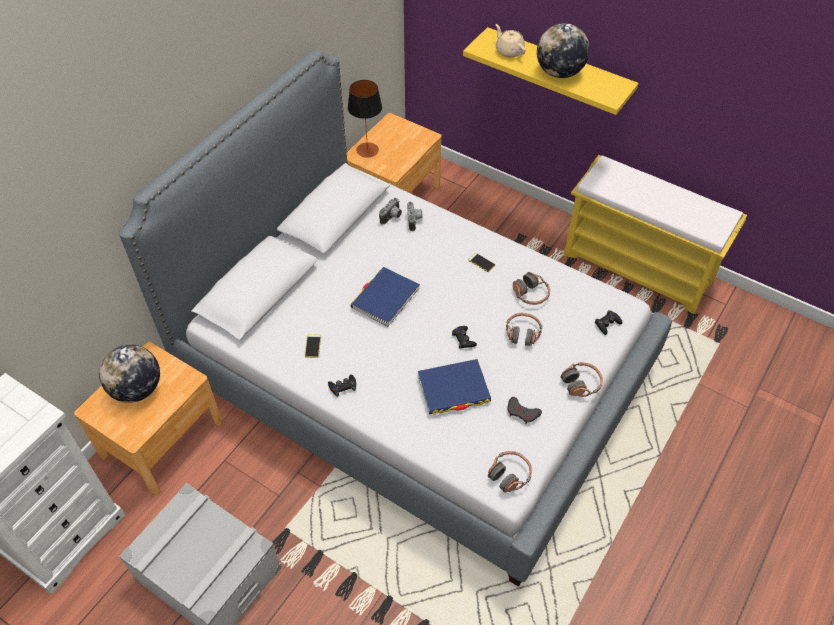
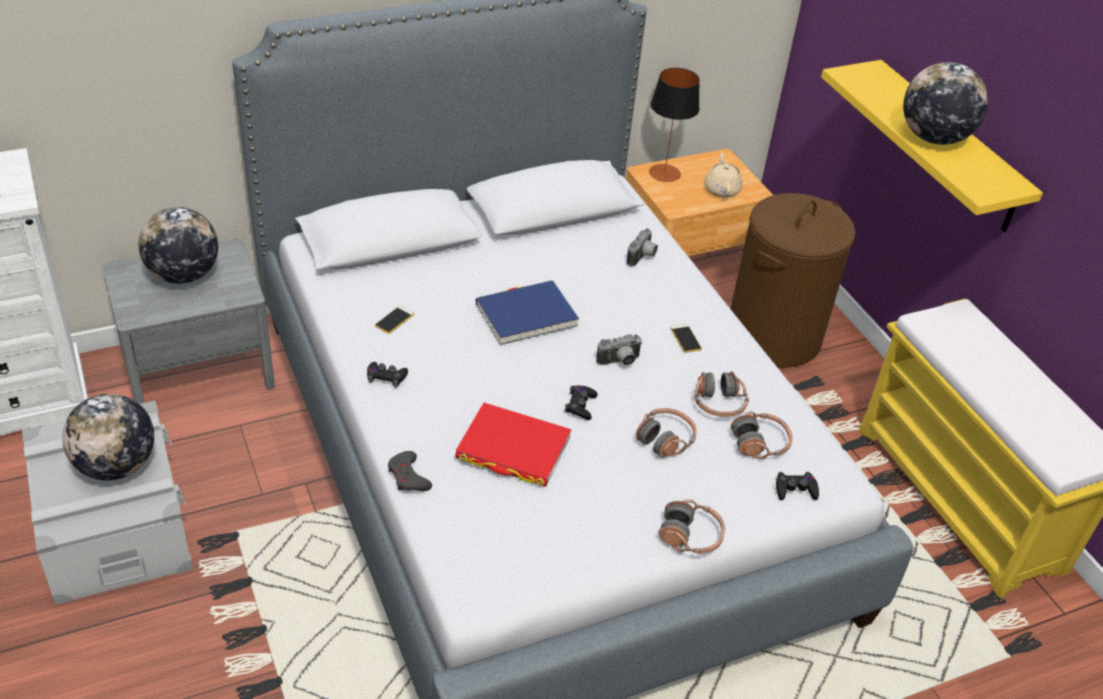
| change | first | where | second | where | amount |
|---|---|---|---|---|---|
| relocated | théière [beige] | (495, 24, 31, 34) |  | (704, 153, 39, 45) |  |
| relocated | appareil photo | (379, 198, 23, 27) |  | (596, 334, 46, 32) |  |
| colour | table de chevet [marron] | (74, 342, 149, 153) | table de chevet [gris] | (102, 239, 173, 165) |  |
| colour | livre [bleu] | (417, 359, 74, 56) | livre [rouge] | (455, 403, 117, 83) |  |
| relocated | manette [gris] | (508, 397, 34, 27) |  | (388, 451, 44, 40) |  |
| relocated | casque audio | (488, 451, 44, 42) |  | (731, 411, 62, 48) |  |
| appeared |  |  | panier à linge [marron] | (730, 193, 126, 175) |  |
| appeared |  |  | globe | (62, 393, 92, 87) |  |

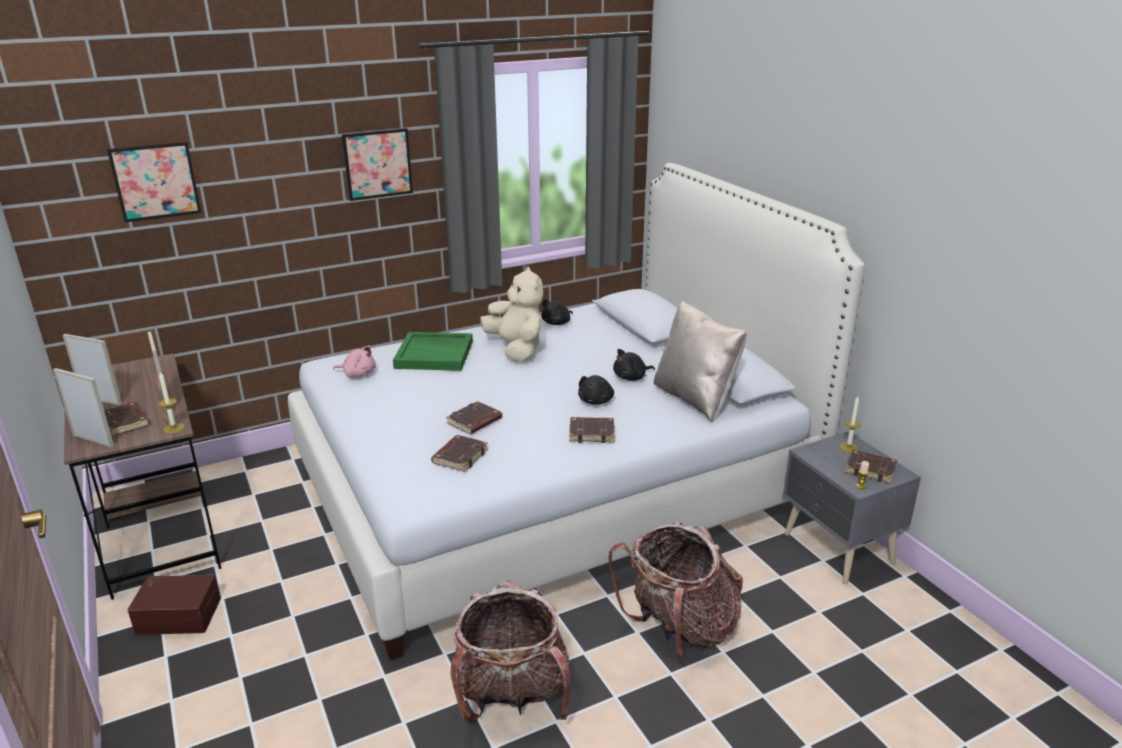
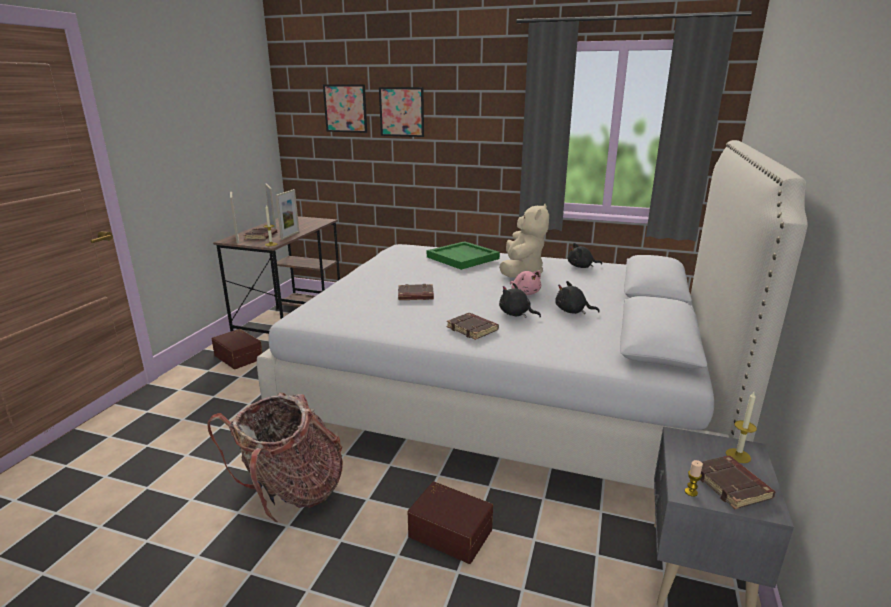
| change | first | where | second | where | amount |
|---|---|---|---|---|---|
| relocated | tableau | (342, 128, 71, 73) |  | (379, 87, 45, 50) |  |
| missing | coussin [beige] | (653, 300, 94, 122) |  |  |  |
| relocated | peluche [rose] | (333, 345, 43, 32) |  | (510, 270, 31, 25) |  |
| spun | peluche [noir] | (578, 375, 36, 29) |  | (499, 283, 42, 35) | 60 degrees clockwise |
| missing | livre [marron] | (431, 435, 57, 37) |  |  |  |
| exchanged | sac à dos | (608, 521, 135, 142) | boîte de rangement [marron] | (408, 481, 85, 83) |  |

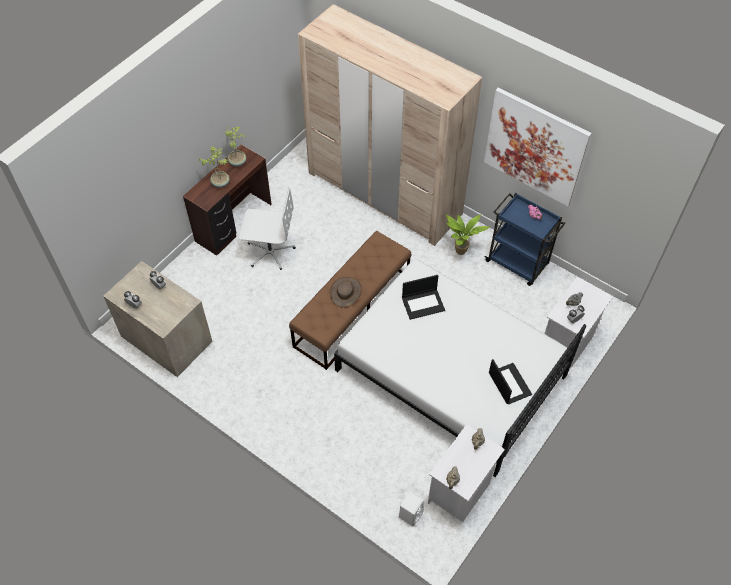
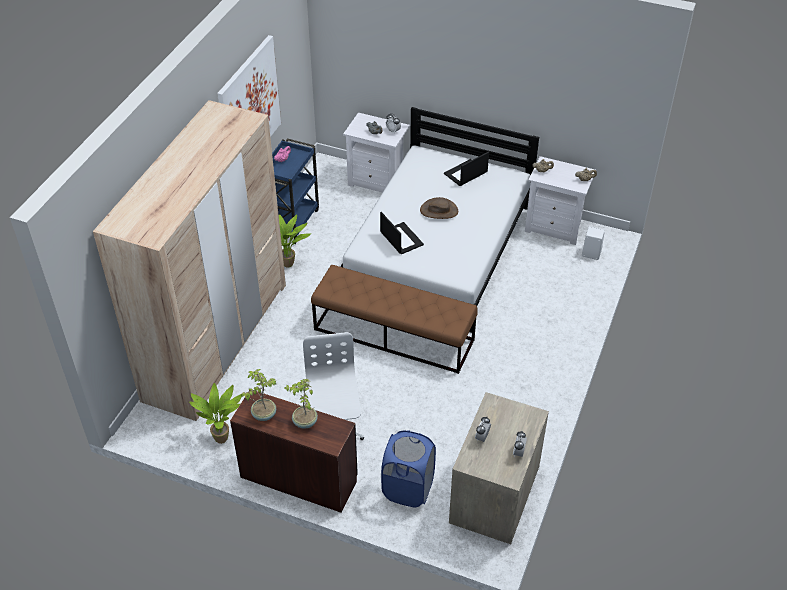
| change | first | where | second | where | amount |
|---|---|---|---|---|---|
| relocated | chapeau [marron] | (330, 277, 32, 31) |  | (420, 197, 38, 22) |  |
| appeared |  |  | plante en pot | (189, 383, 53, 61) |  |
| appeared |  |  | panier à linge [bleu] | (381, 430, 55, 77) |  |

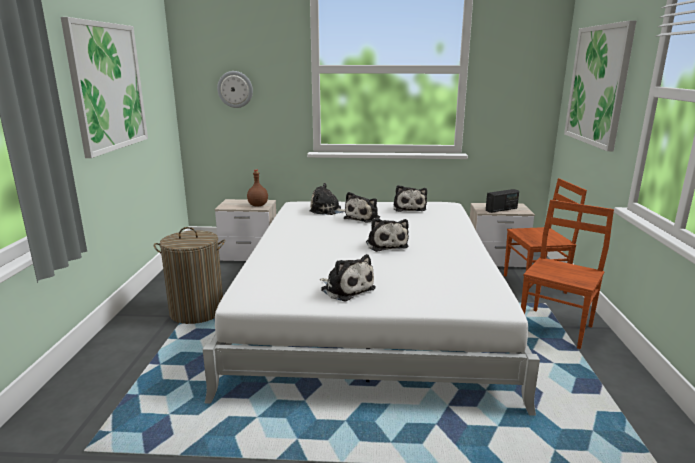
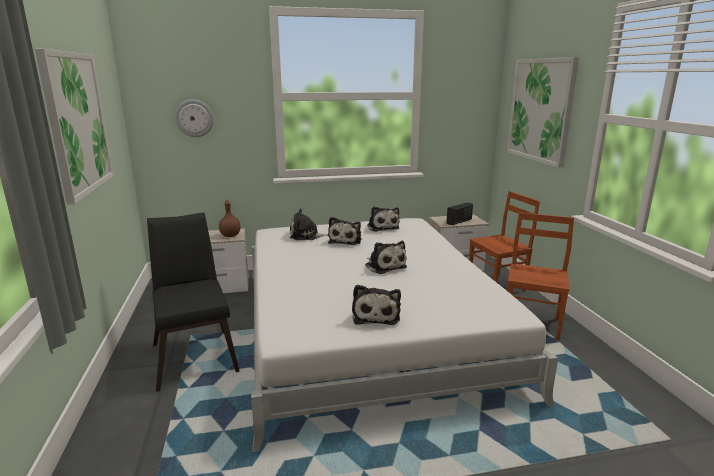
| change | first | where | second | where | amount |
|---|---|---|---|---|---|
| exchanged | panier à linge | (154, 227, 71, 97) | chaise [noir] | (147, 212, 93, 180) |  |
| spun | peluche | (320, 254, 56, 48) |  | (352, 285, 49, 40) | 60 degrees clockwise |

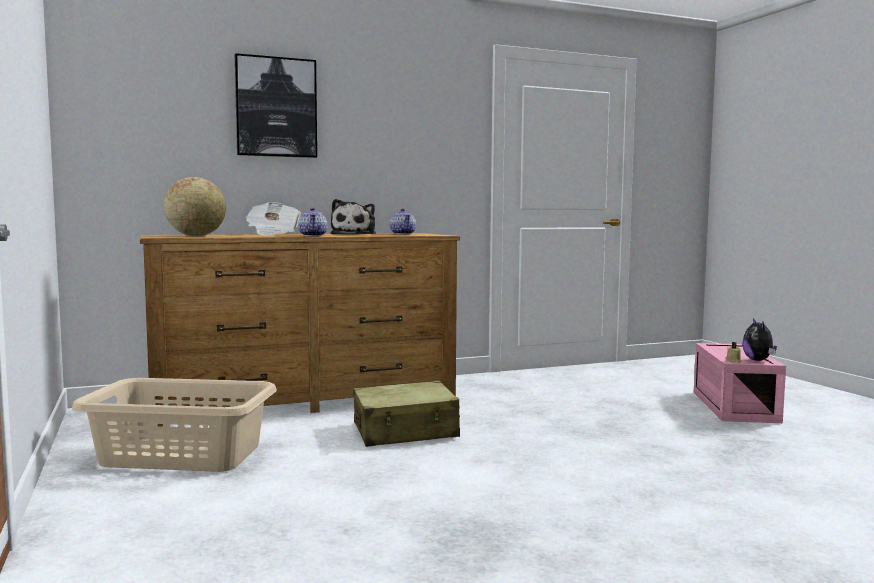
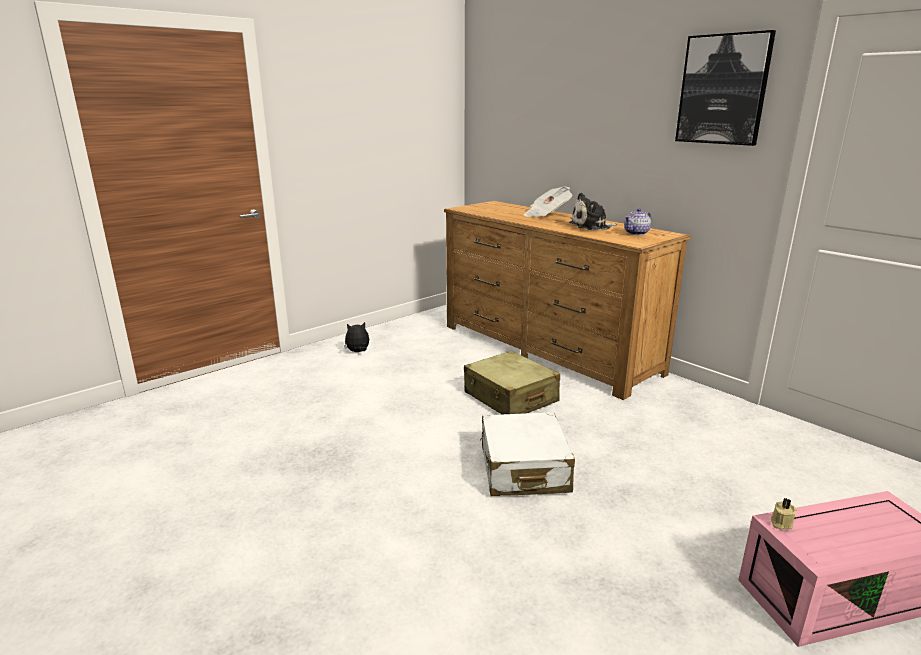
| change | first | where | second | where | amount |
|---|---|---|---|---|---|
| relocated | tableau | (235, 53, 82, 105) |  | (675, 30, 101, 116) |  |
| missing | globe | (164, 177, 62, 59) |  |  |  |
| missing | théière | (298, 208, 29, 28) |  |  |  |
| relocated | peluche | (742, 318, 35, 43) |  | (344, 322, 25, 30) |  |
| missing | panier à linge [beige] | (72, 378, 205, 94) |  |  |  |
| appeared |  |  | valise [blanc] | (480, 412, 95, 84) |  |

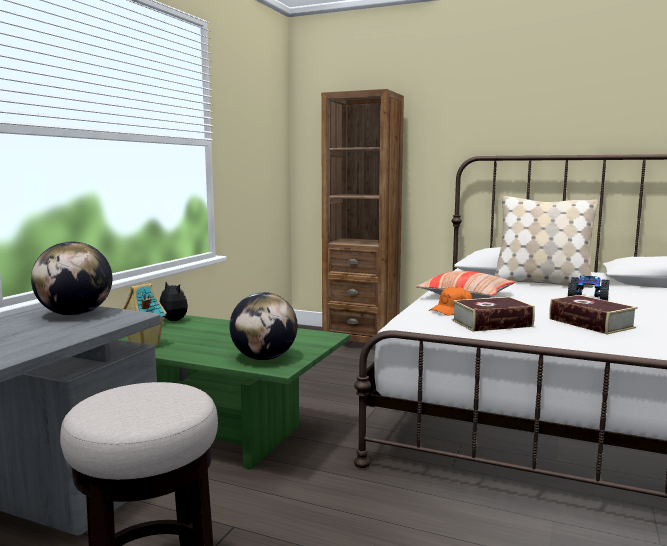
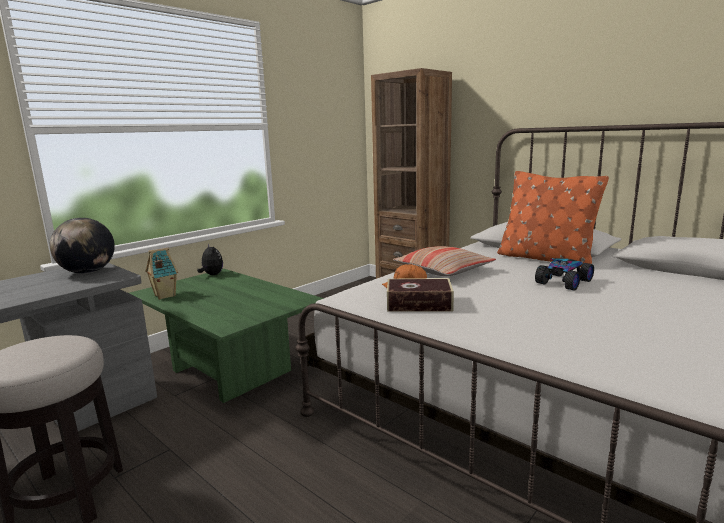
| change | first | where | second | where | amount |
|---|---|---|---|---|---|
| colour | coussin [beige] | (494, 196, 104, 92) | coussin [orange] | (497, 171, 112, 96) |  |
| missing | globe | (229, 292, 69, 68) |  |  |  |
| missing | livre | (549, 295, 89, 39) |  |  |  |

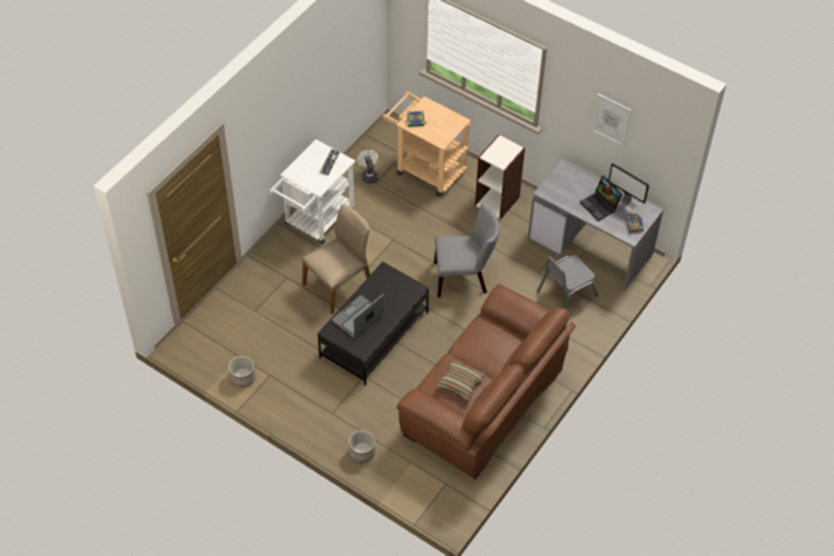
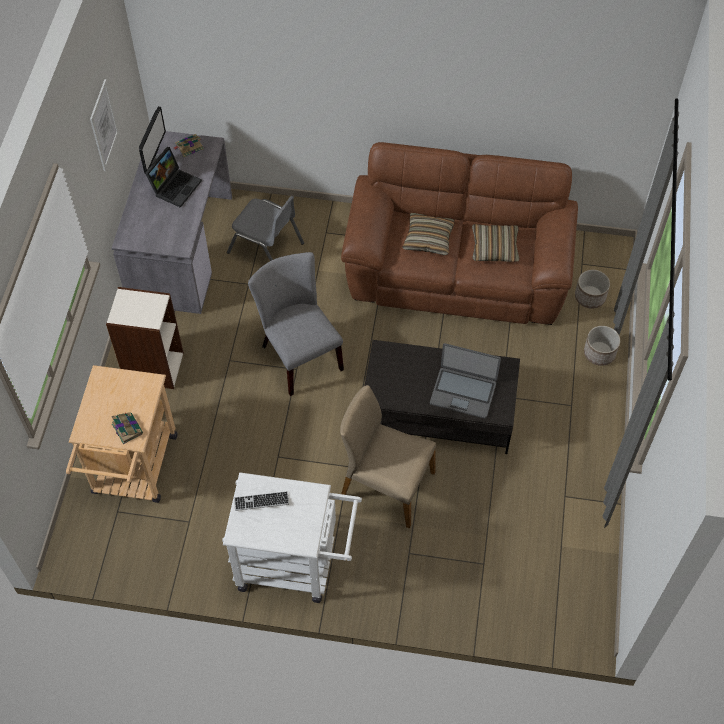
| change | first | where | second | where | amount |
|---|---|---|---|---|---|
| missing | ventilateur [blanc] | (357, 150, 21, 34) |  |  |  |
| relocated | cache-pot | (229, 356, 26, 31) |  | (575, 270, 35, 39) |  |
| appeared |  |  | coussin | (403, 213, 51, 42) |  |

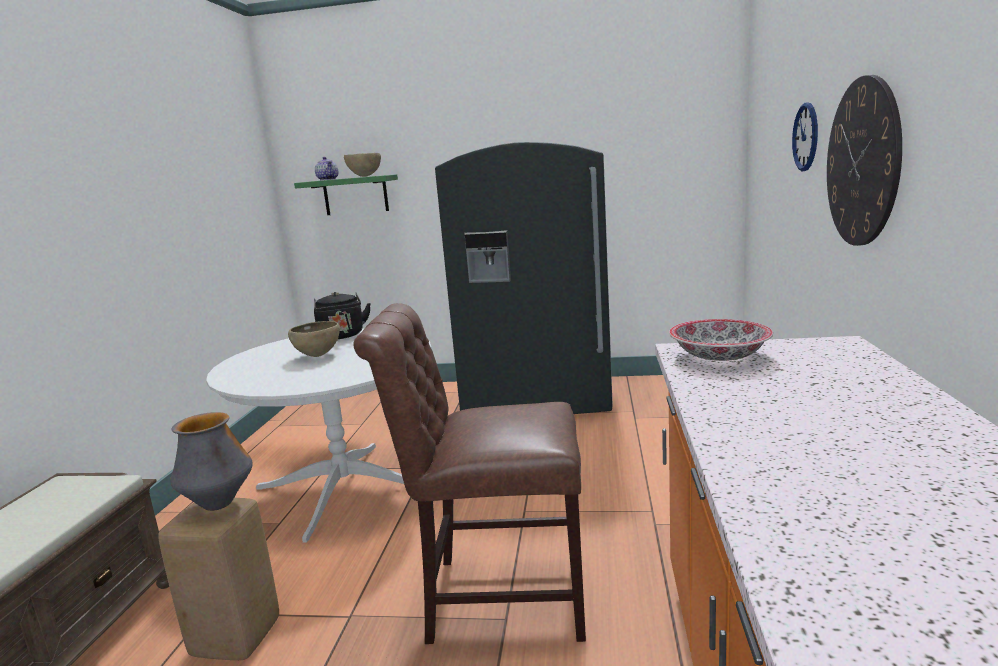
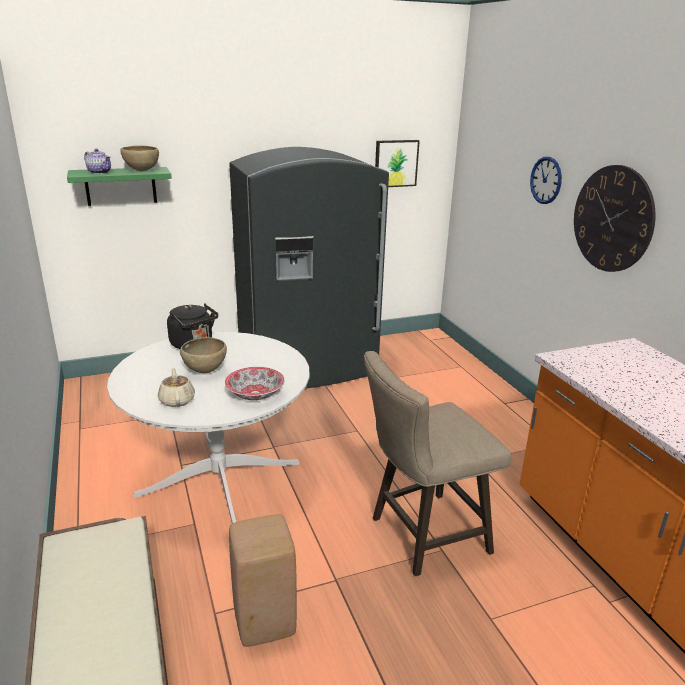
| change | first | where | second | where | amount |
|---|---|---|---|---|---|
| exchanged | chaise [marron] | (353, 303, 233, 341) | tabouret [beige] | (364, 351, 148, 225) |  |
| relocated | bol | (669, 319, 104, 42) |  | (225, 367, 60, 33) |  |
| missing | vase | (170, 412, 83, 99) |  |  |  |
| appeared |  |  | tableau | (375, 140, 45, 47) |  |
| appeared |  |  | théière [beige] | (158, 367, 37, 40) |  |

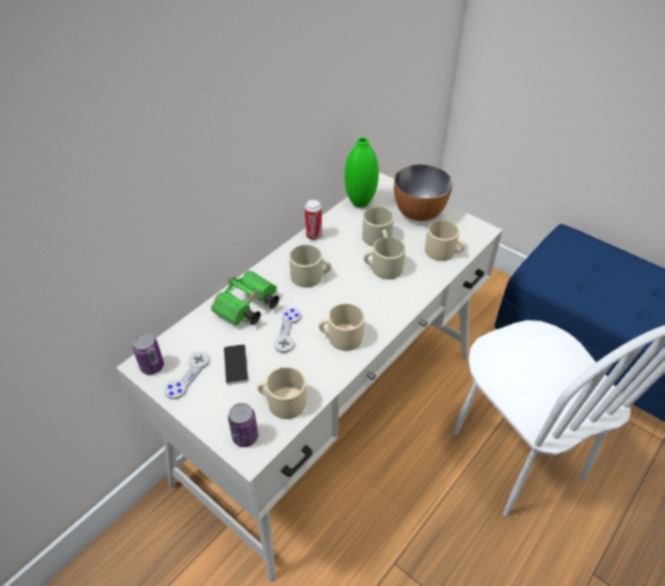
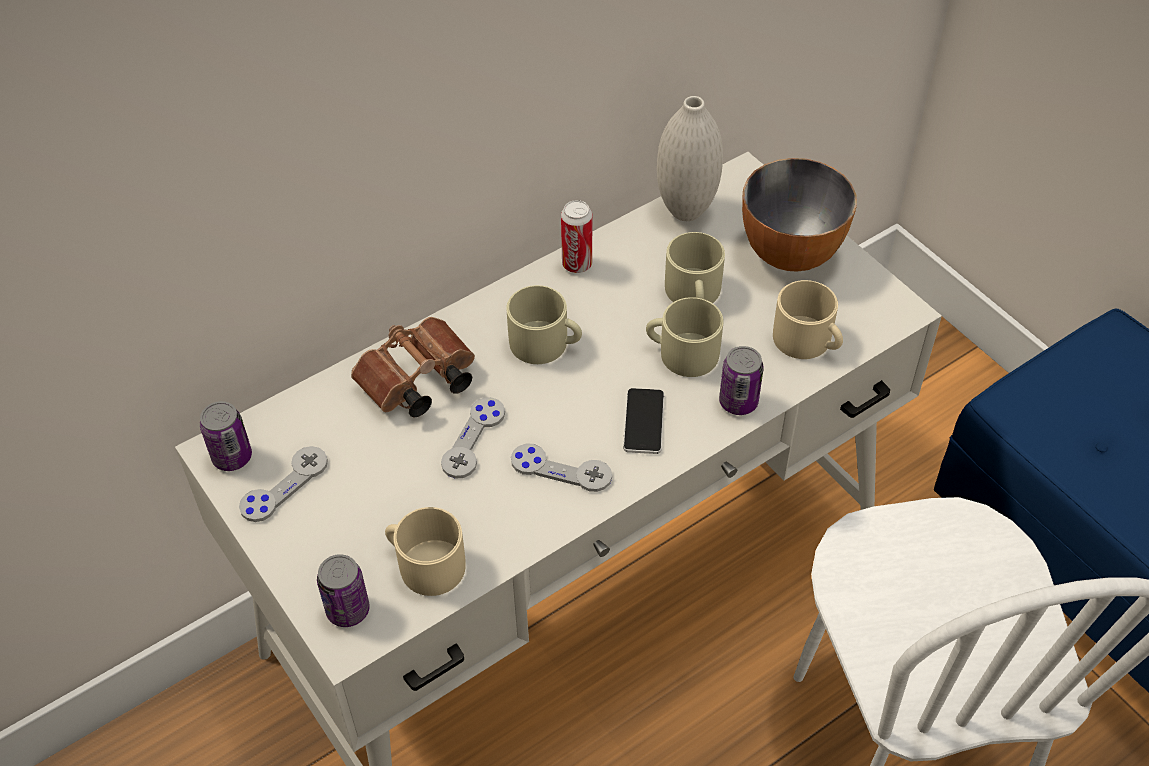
| change | first | where | second | where | amount |
|---|---|---|---|---|---|
| colour | vase [vert] | (345, 137, 34, 71) | vase [blanc] | (657, 96, 66, 125) |  |
| colour | jumelles [vert] | (211, 271, 68, 54) | jumelles [marron] | (351, 317, 124, 100) |  |
| exchanged | mug [beige] | (318, 303, 47, 48) | manette [gris] | (511, 443, 101, 49) |  |
| relocated | téléphone | (224, 344, 25, 41) |  | (623, 388, 41, 66) |  |
| appeared |  |  | boîte métallique | (719, 346, 45, 69) |  |

